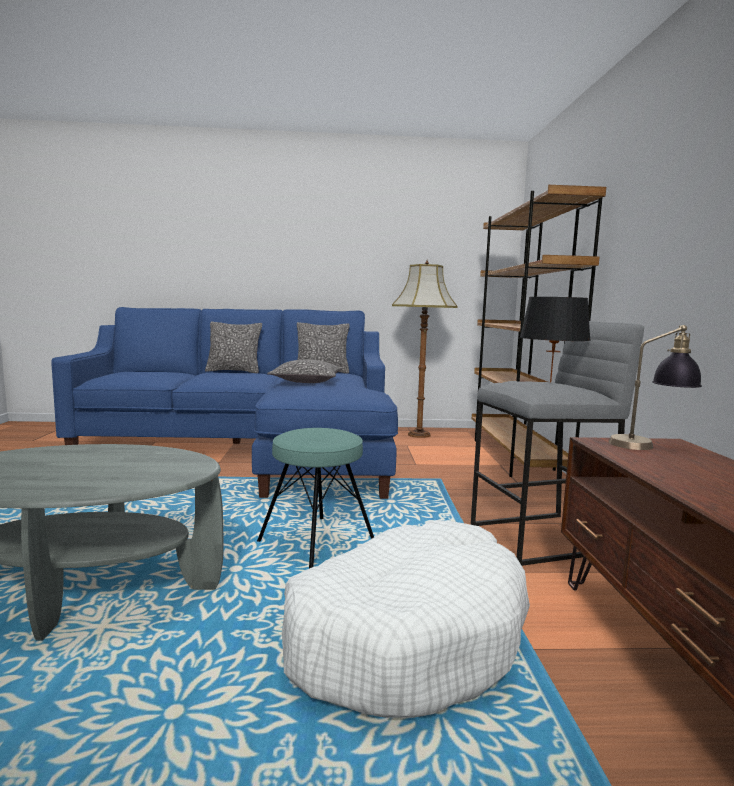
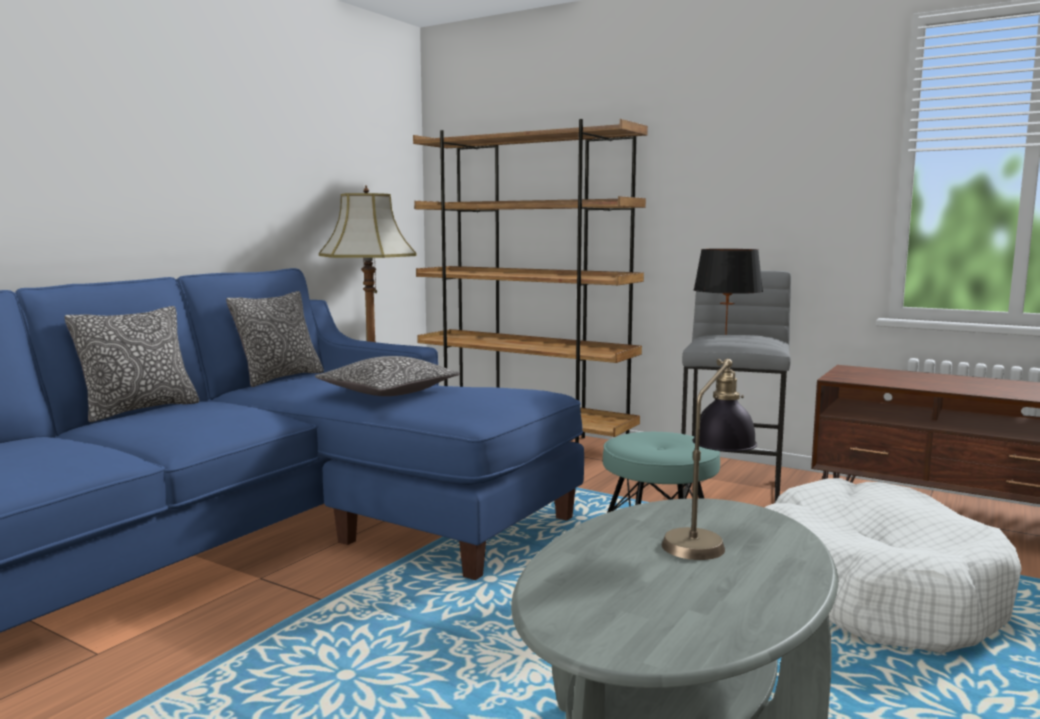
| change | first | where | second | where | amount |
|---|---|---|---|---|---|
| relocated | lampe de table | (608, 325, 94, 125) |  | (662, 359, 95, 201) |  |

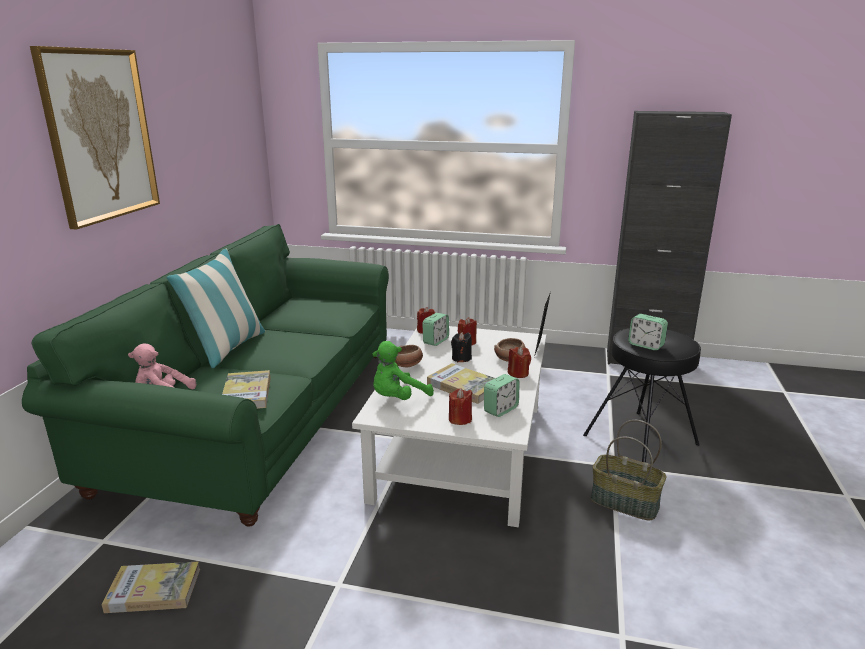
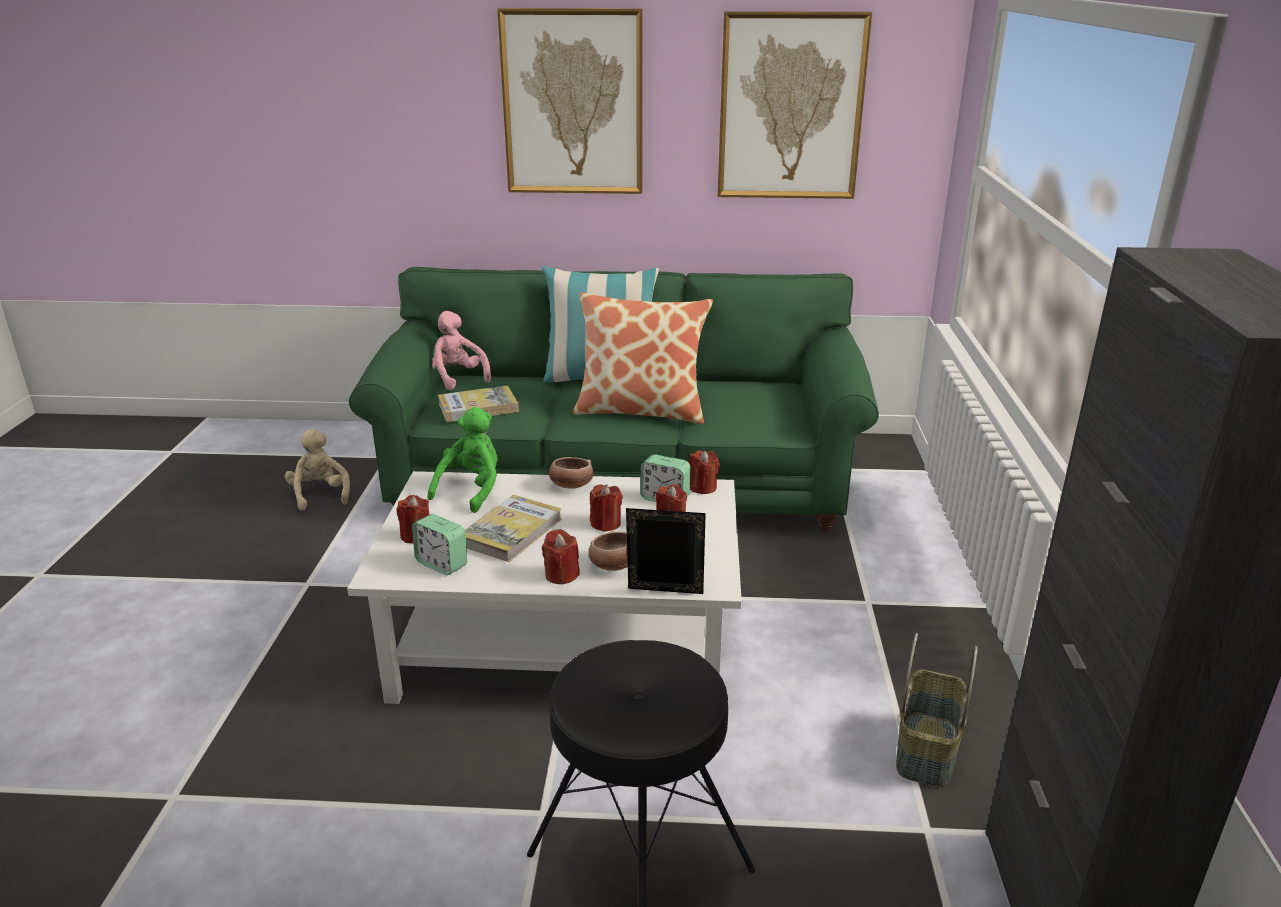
| change | first | where | second | where | amount |
|---|---|---|---|---|---|
| missing | réveil | (628, 314, 40, 36) |  |  |  |
| colour | bougie [noir] | (451, 332, 21, 30) | bougie [rouge] | (590, 485, 33, 47) |  |
| spun | peluche [vert] | (372, 341, 62, 59) |  | (428, 407, 69, 106) | 75 degrees clockwise |
| relocated | panier | (591, 420, 75, 101) |  | (896, 633, 82, 154) |  |
| exchanged | livre | (101, 561, 99, 52) | peluche [beige] | (285, 429, 65, 82) |  |
| appeared |  |  | tableau | (718, 11, 154, 188) |  |
| appeared |  |  | coussin | (572, 292, 141, 132) |  |

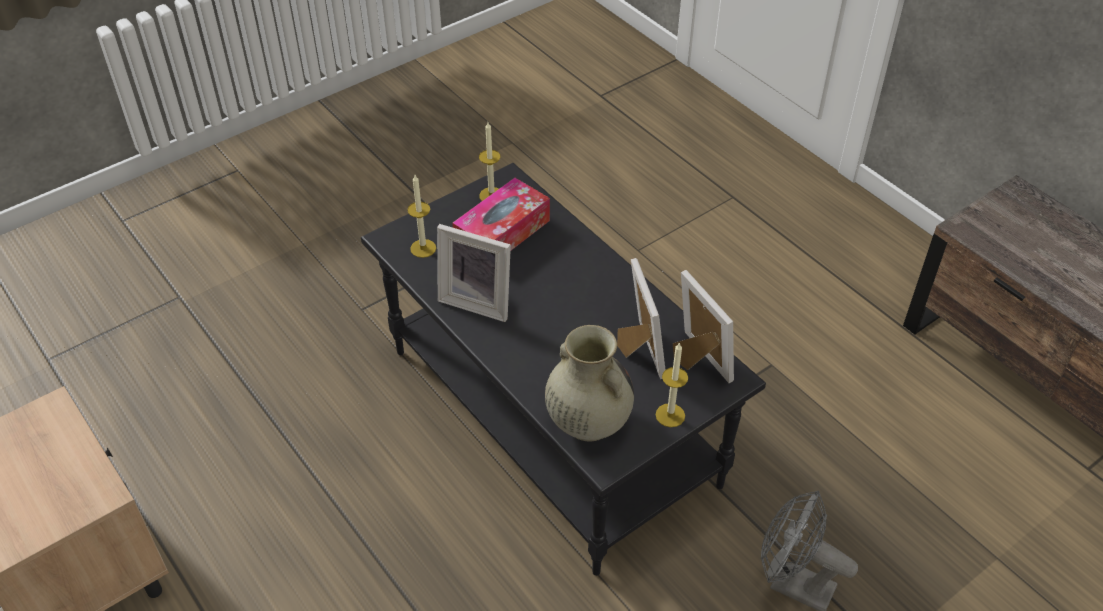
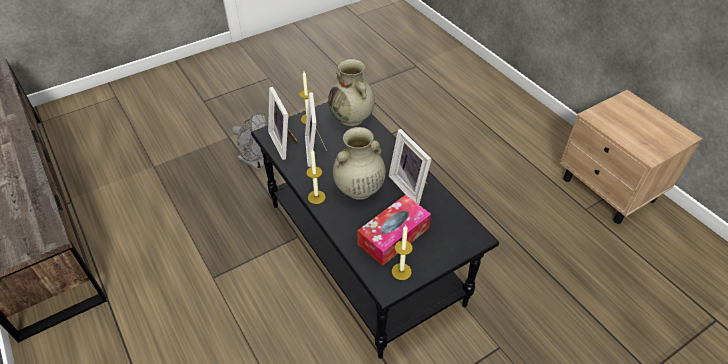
| change | first | where | second | where | amount |
|---|---|---|---|---|---|
| relocated | bougie | (407, 175, 29, 83) |  | (306, 149, 20, 55) |  |
| spun | cadre photo | (437, 224, 74, 98) |  | (389, 129, 43, 76) | 150 degrees counterclockwise |
| appeared |  |  | vase [beige] | (333, 127, 53, 73) |  |

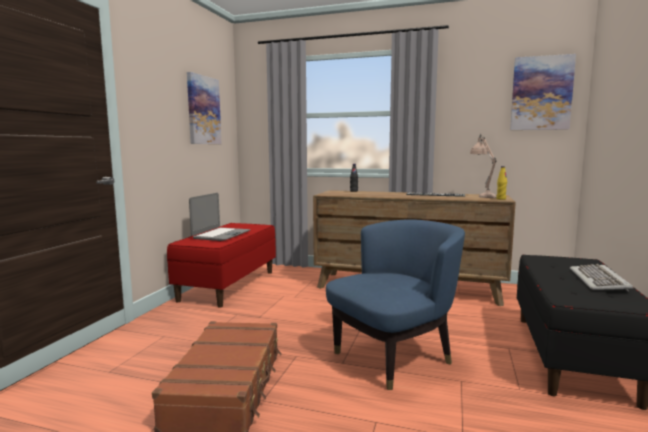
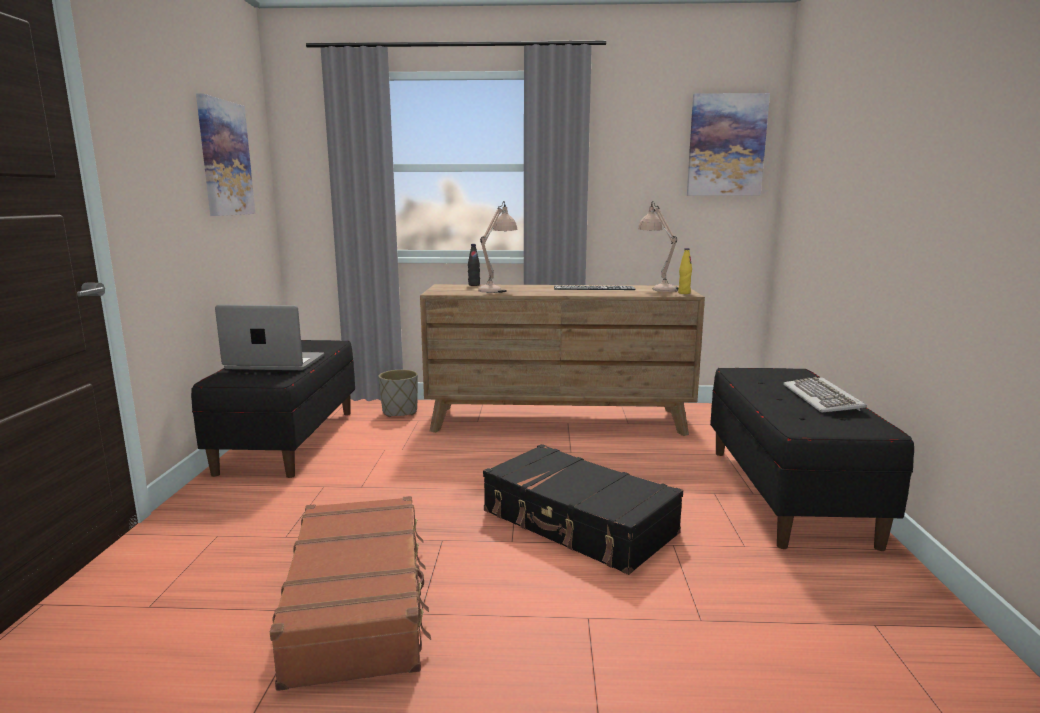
| change | first | where | second | where | amount |
|---|---|---|---|---|---|
| spun | ordinateur portable | (189, 193, 61, 48) |  | (215, 305, 109, 65) | 90 degrees counterclockwise |
| exchanged | fauteuil [bleu] | (326, 219, 139, 171) | valise [noir] | (483, 444, 200, 131) |  |
| colour | banc [rouge] | (167, 223, 109, 85) | banc [noir] | (191, 340, 164, 138) |  |
| appeared |  |  | lampe de table [beige] | (478, 201, 39, 92) |  |
| appeared |  |  | cache-pot [gris] | (378, 370, 40, 47) |  |

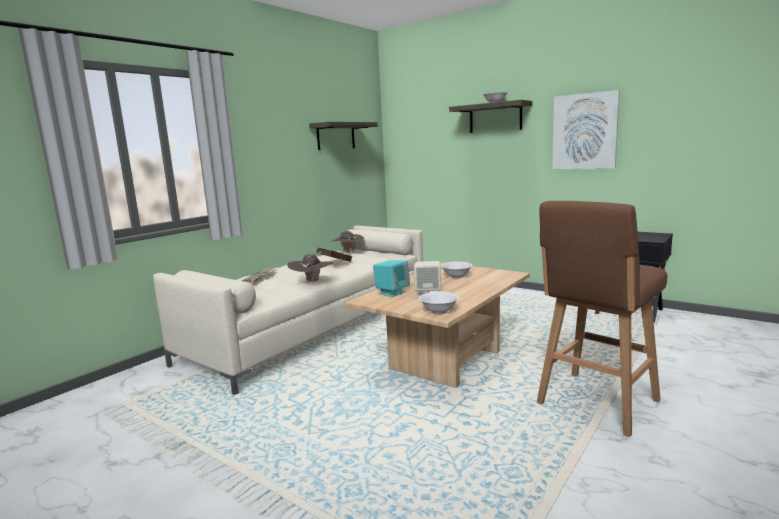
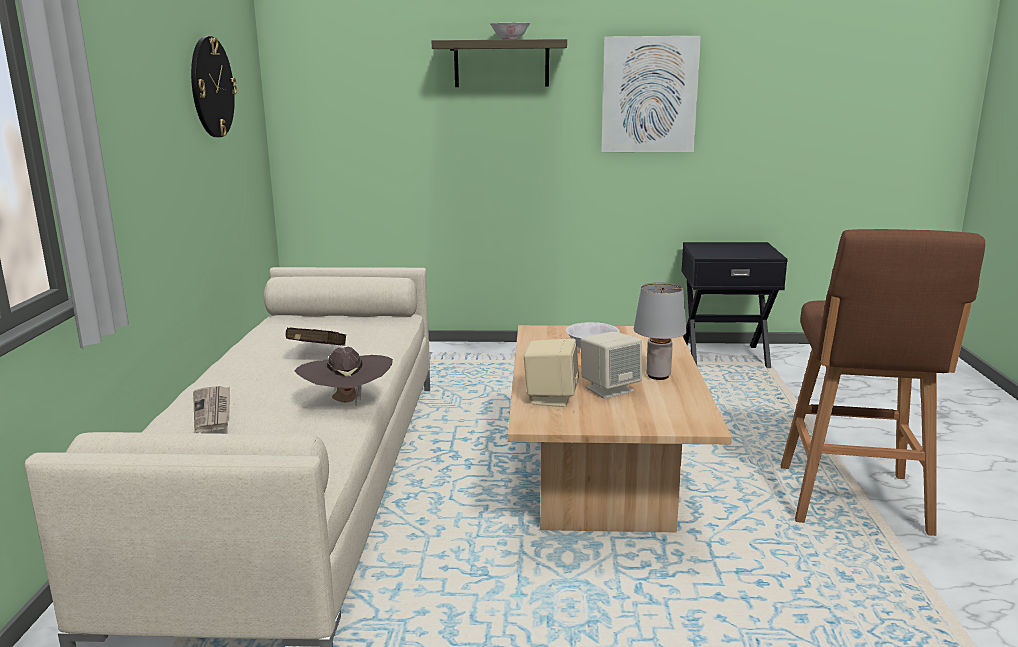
| change | first | where | second | where | amount |
|---|---|---|---|---|---|
| exchanged | étagère | (309, 122, 69, 28) | horloge murale | (191, 36, 46, 101) |  |
| missing | chapeau [marron] | (332, 231, 32, 22) |  |  |  |
| colour | enceinte [turquoise] | (373, 260, 37, 37) | enceinte [beige] | (524, 339, 55, 68) |  |
| missing | bol [blanc] | (419, 292, 40, 22) |  |  |  |
| appeared |  |  | lampe de table [gris] | (634, 282, 53, 98) |  |

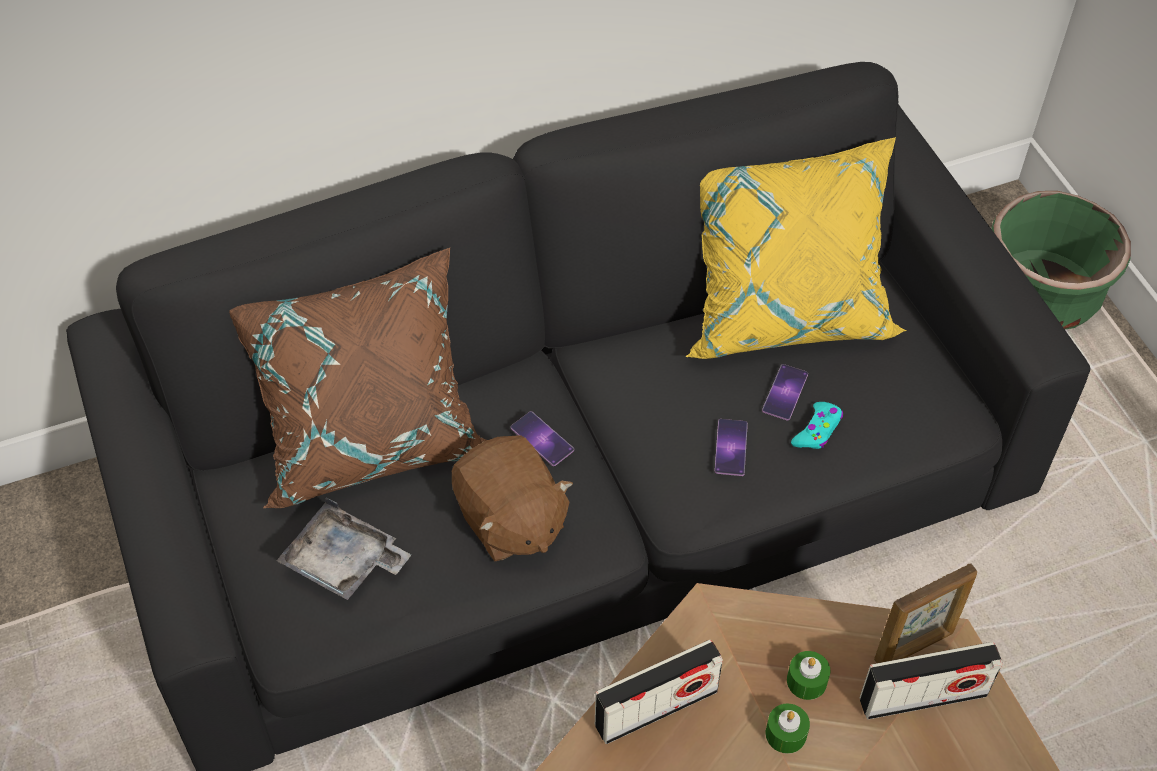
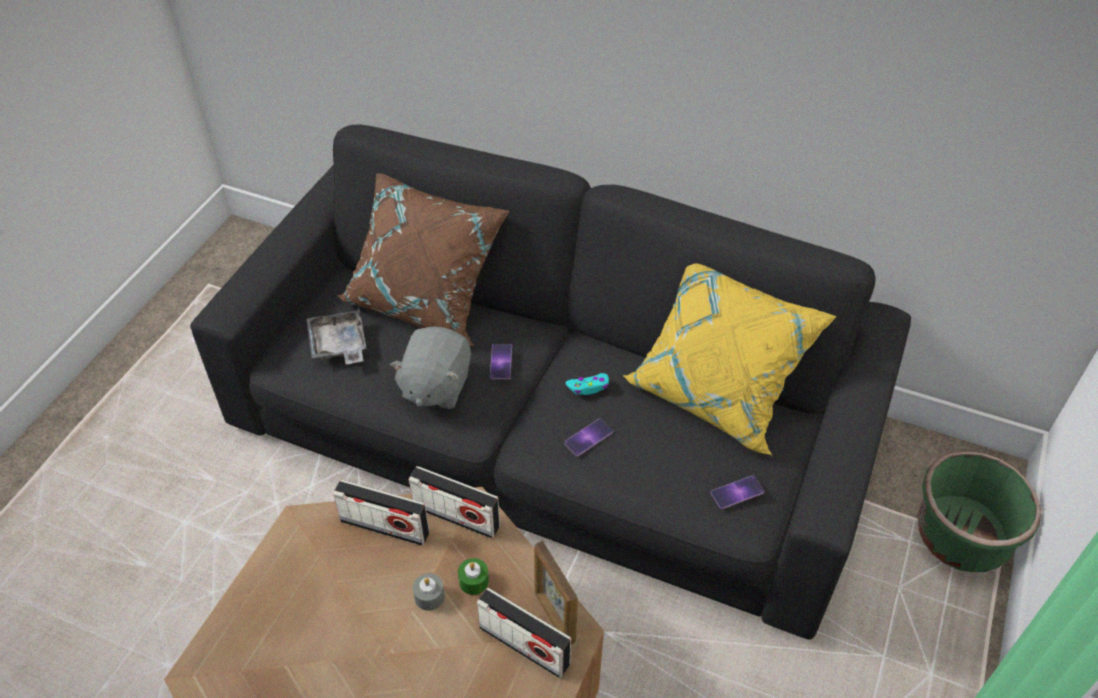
| change | first | where | second | where | amount |
|---|---|---|---|---|---|
| relocated | téléphone | (762, 364, 46, 57) |  | (710, 475, 54, 34) |  |
| relocated | manette [turquoise] | (791, 402, 52, 47) |  | (566, 373, 43, 22) |  |
| colour | peluche [marron] | (452, 435, 121, 126) | peluche [gris] | (390, 326, 81, 83) |  |
| spun | cadre photo | (874, 564, 103, 99) |  | (534, 541, 44, 103) | 45 degrees clockwise |
| colour | bougie [vert] | (766, 703, 44, 51) | bougie [gris] | (413, 573, 32, 38) |  |
| appeared |  |  | radio | (409, 466, 91, 73) |  |

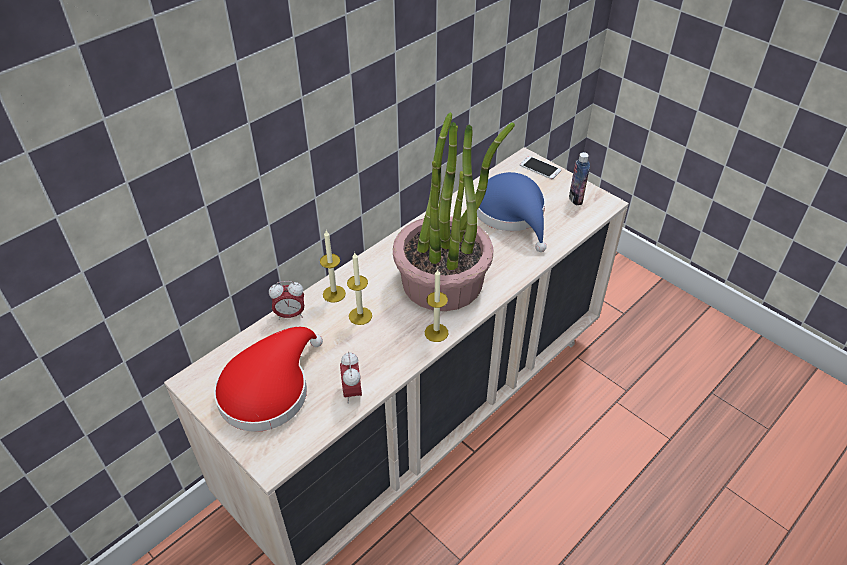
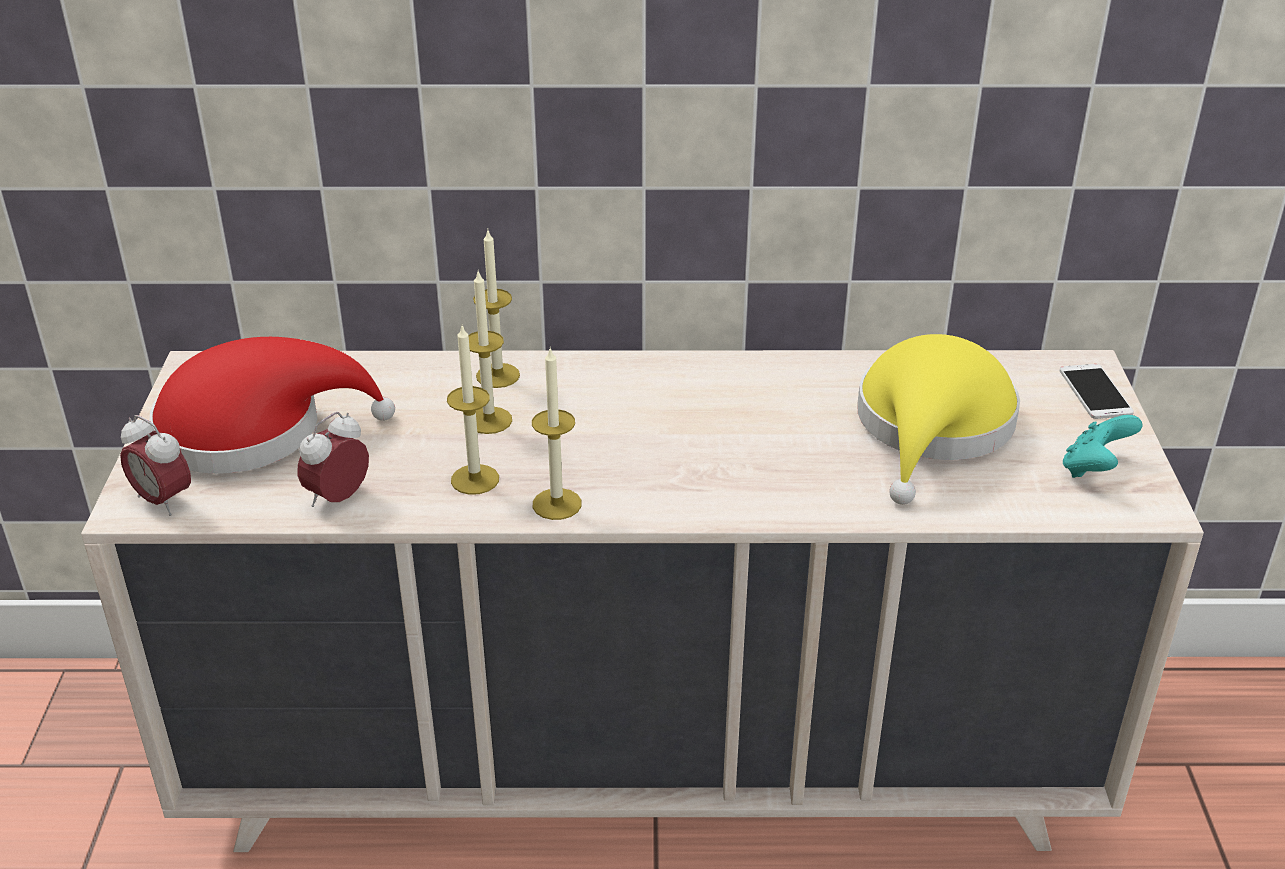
| change | first | where | second | where | amount |
|---|---|---|---|---|---|
| missing | plante en pot | (393, 112, 122, 199) |  |  |  |
| exchanged | bouteille | (569, 152, 21, 53) | manette [turquoise] | (1063, 415, 80, 63) |  |
| colour | chapeau [bleu] | (475, 172, 72, 80) | chapeau [jaune] | (857, 334, 163, 171) |  |
| relocated | réveil | (269, 281, 35, 39) |  | (120, 415, 71, 101) |  |
| appeared |  |  | bougie | (447, 326, 52, 169) |  |

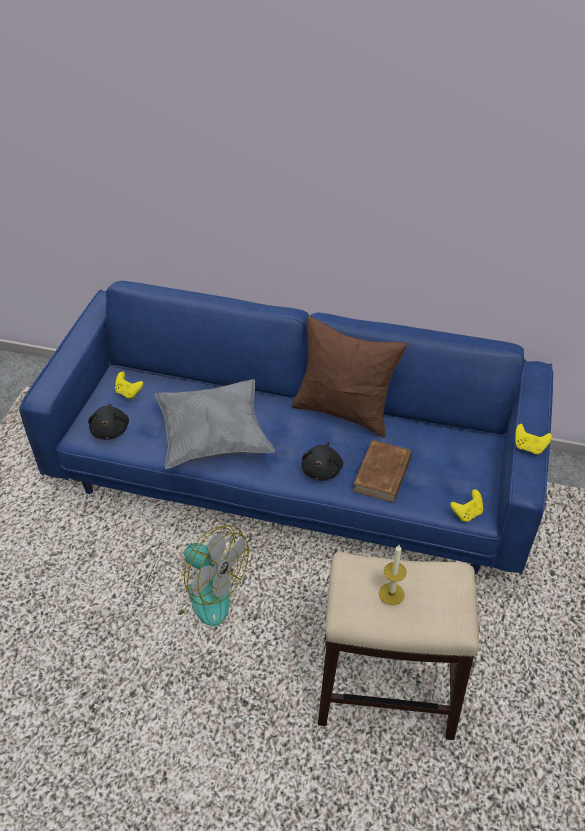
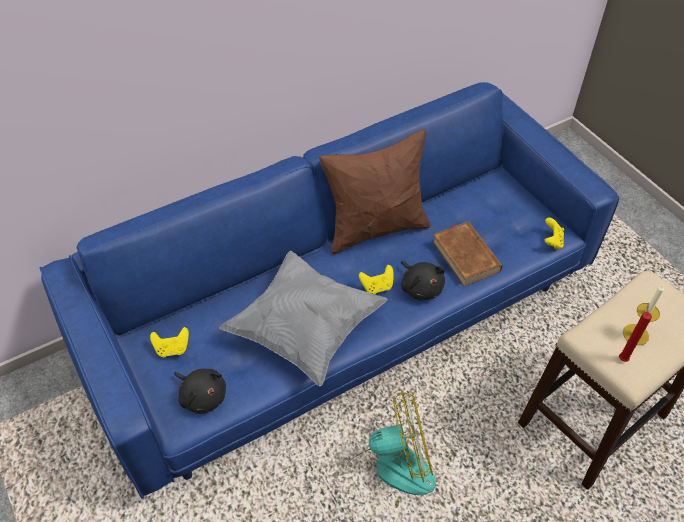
| change | first | where | second | where | amount |
|---|---|---|---|---|---|
| relocated | manette [jaune] | (515, 424, 37, 30) |  | (359, 265, 35, 29) |  |
| appeared |  |  | bougie [rouge] | (619, 302, 33, 60) |  |

